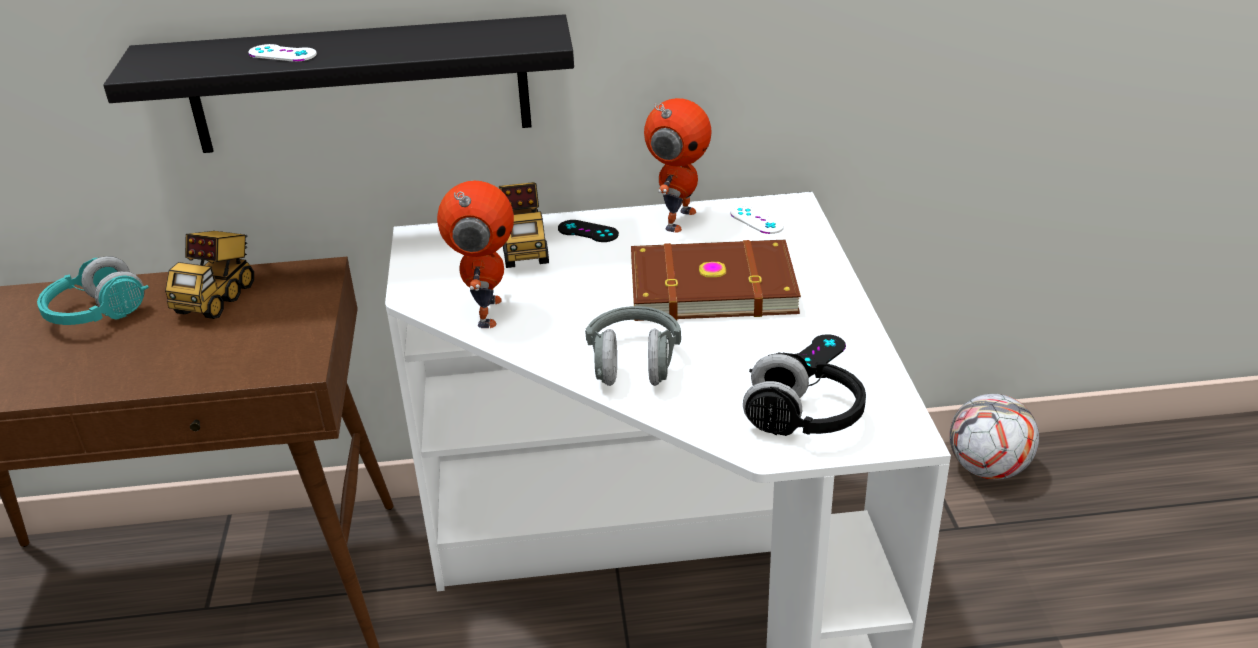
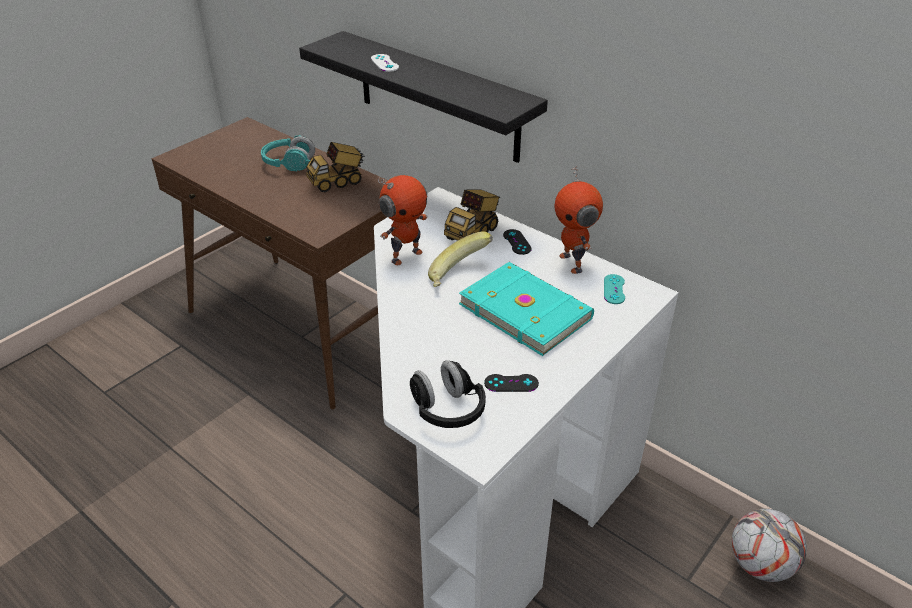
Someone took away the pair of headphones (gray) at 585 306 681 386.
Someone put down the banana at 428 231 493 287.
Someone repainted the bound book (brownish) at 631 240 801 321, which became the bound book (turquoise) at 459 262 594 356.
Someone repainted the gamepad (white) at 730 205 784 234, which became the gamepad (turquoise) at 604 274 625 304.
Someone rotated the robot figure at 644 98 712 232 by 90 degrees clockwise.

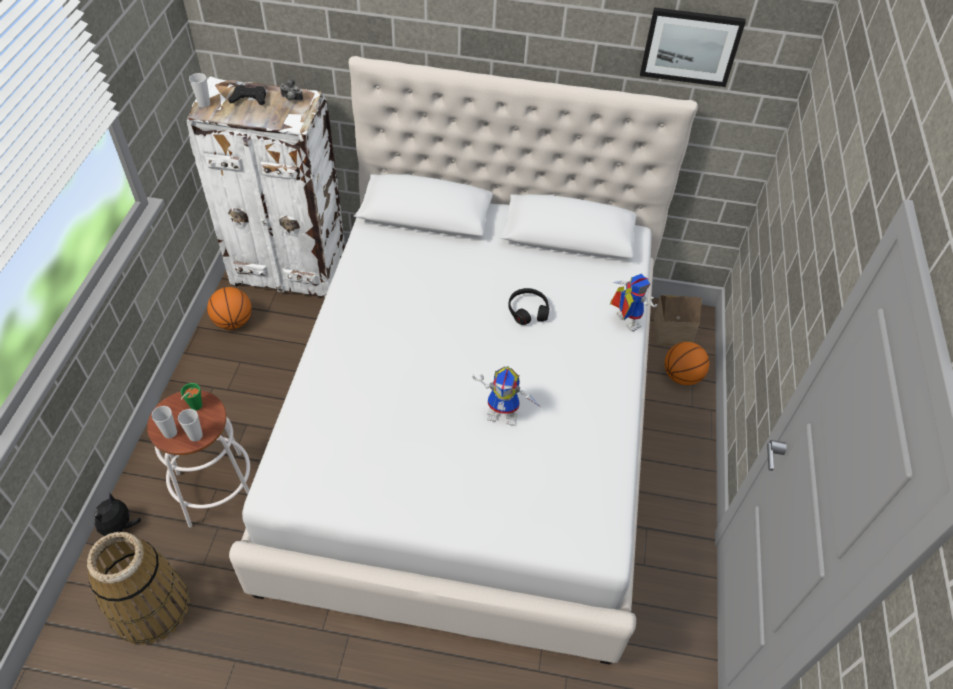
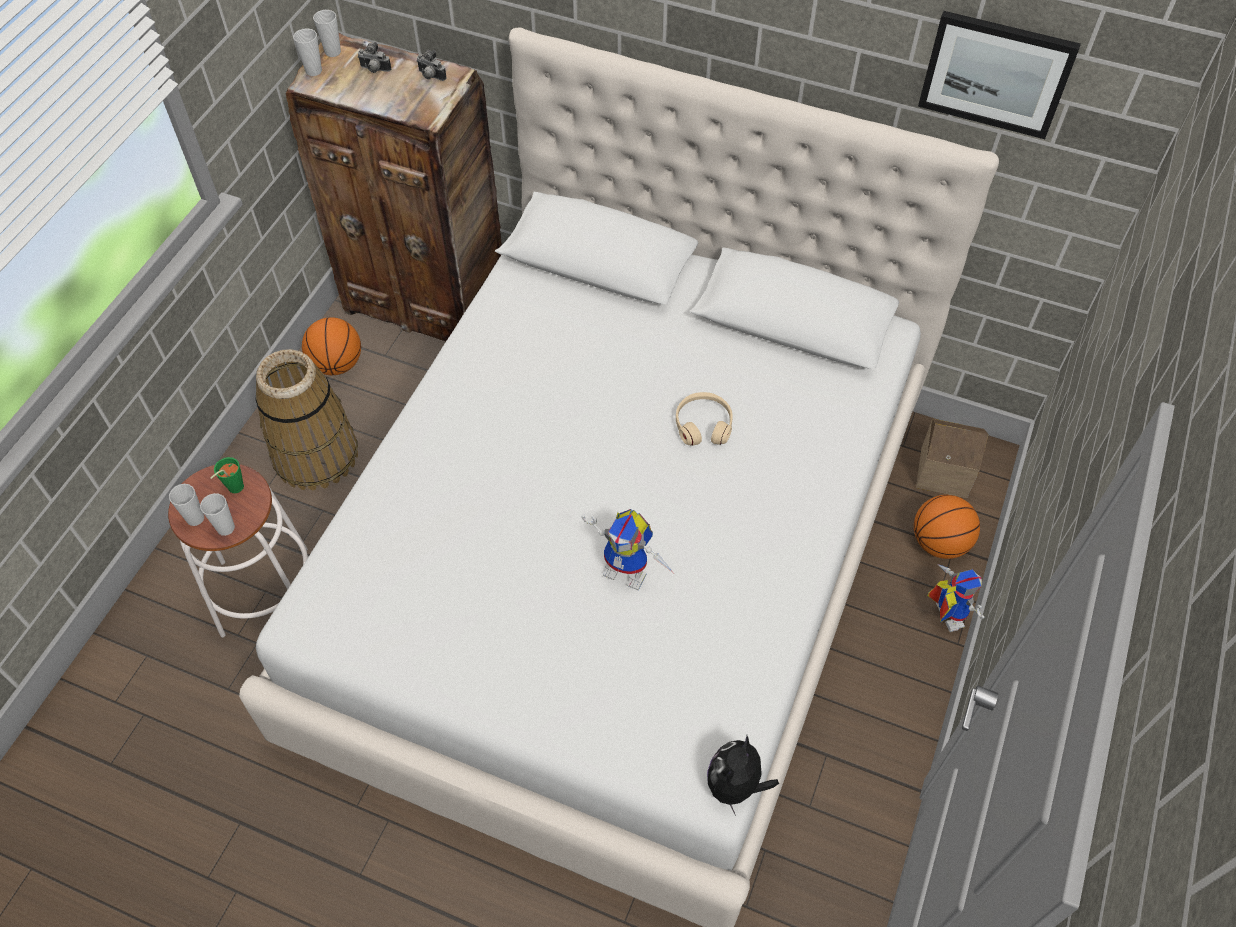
Someone put down the small cup at 313 10 341 57.
Someone carried the basket from 87 532 190 645 to 256 349 358 490.
Someone carried the cuddly toy from 94 494 141 536 to 707 736 779 816.
Someone carried the robot figure from 610 274 657 332 to 927 564 985 632.
Someone swapped the gamepad (blackish) at 228 85 266 105 for the photo camera at 358 42 391 73.
Someone repainted the storage cabinet (white) at 187 76 345 299, which became the storage cabinet (brownish) at 286 32 502 341.
Someone repainted the pair of headphones (blackish) at 508 288 550 325, which became the pair of headphones (beige-coloured) at 676 392 732 446.

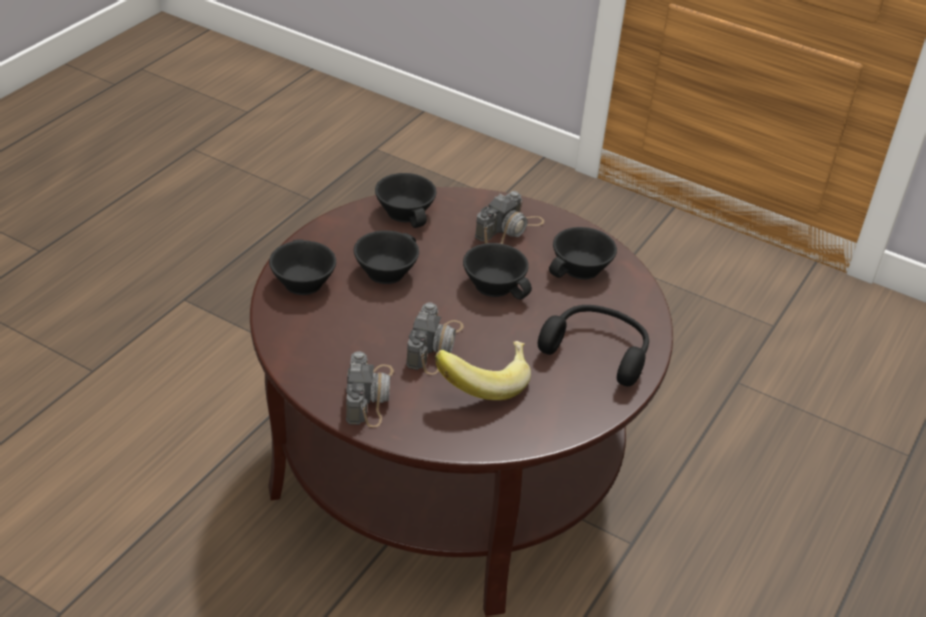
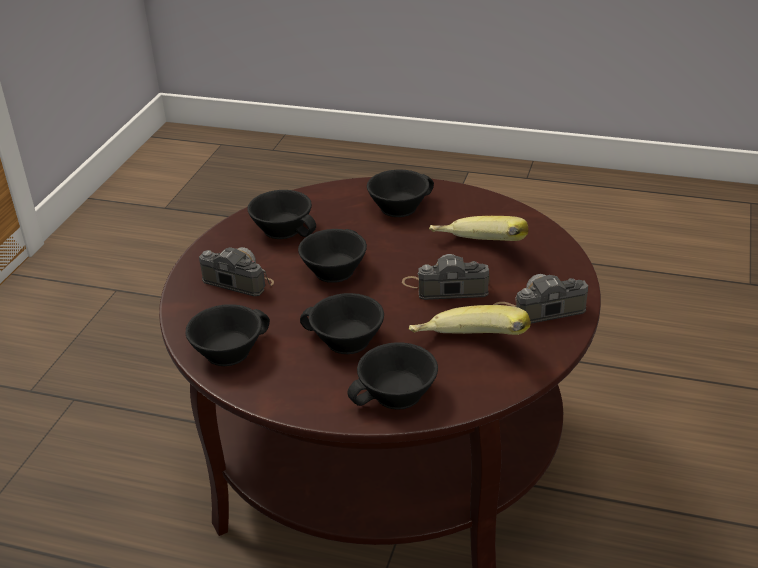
Someone put down the banana at 409 305 531 335.
Someone swapped the pair of headphones (blackish) at 538 305 649 386 for the small cup (blackish) at 367 169 434 217.

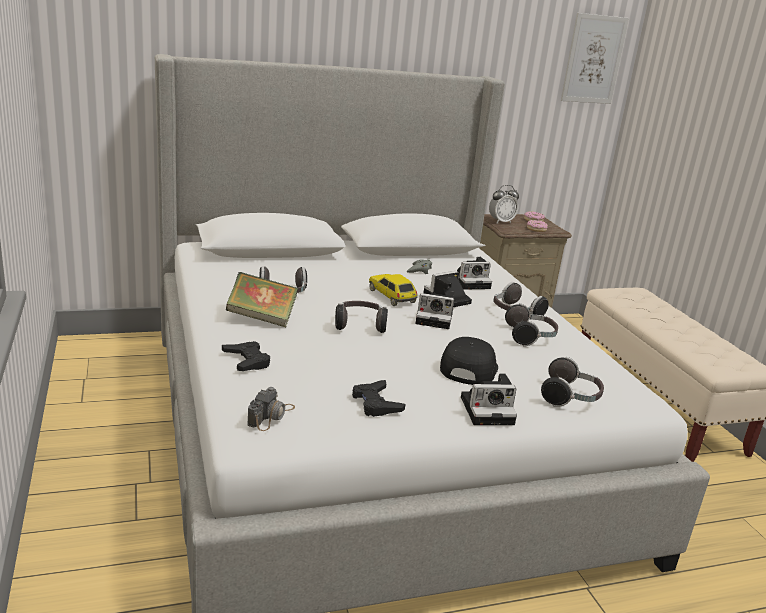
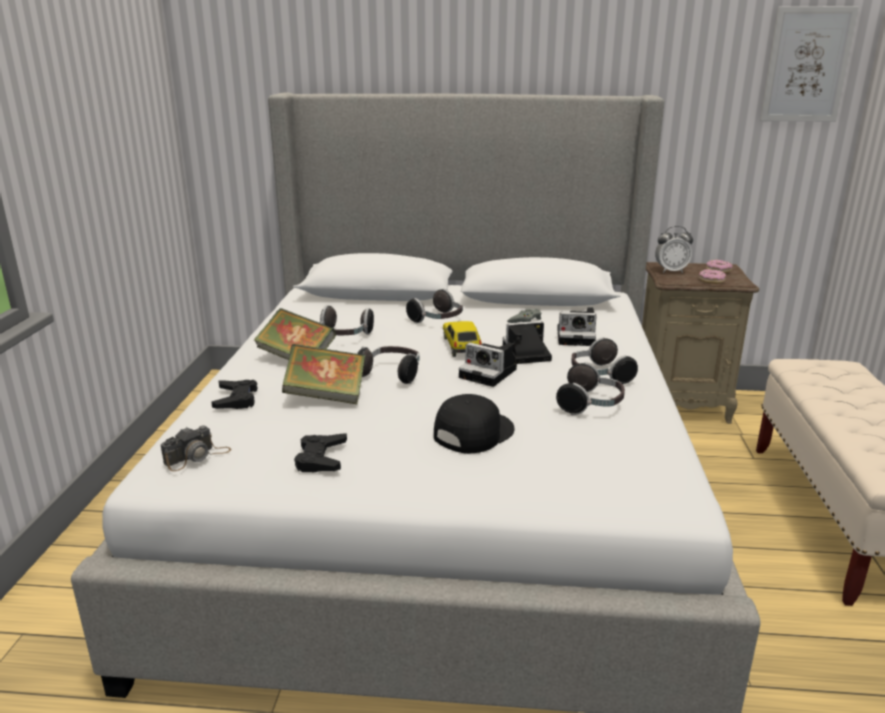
Someone took away the photo camera at 461 373 517 425.
Someone put down the bound book at 282 344 365 404.
Someone carried the pair of headphones from 541 357 604 407 to 406 289 463 323.

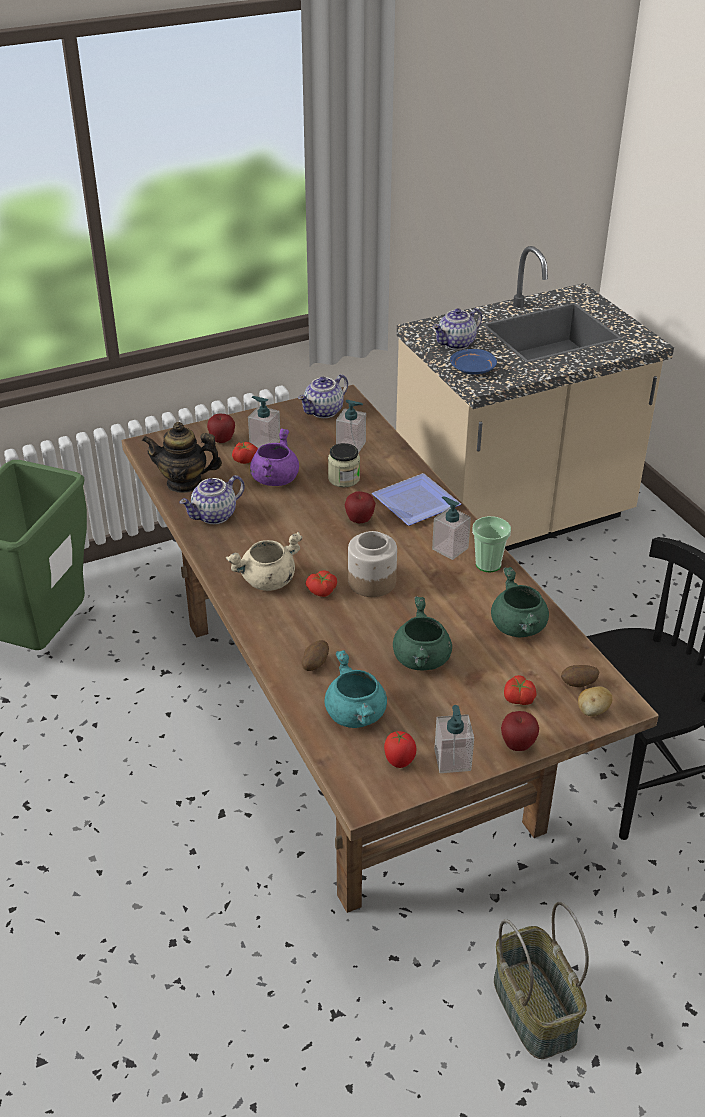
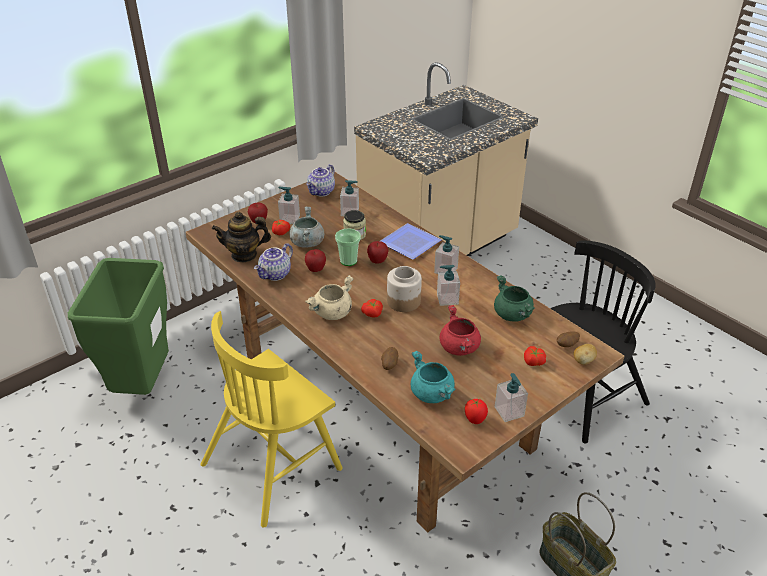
Someone took away the pot for tea at 432 308 482 350.
Someone took away the plate (bluish) at 450 349 497 374.
Someone put down the upright chair (yellowish) at 201 311 343 528.
Someone put down the soap dispenser at 437 265 460 306.
Someone carried the small cup from 472 516 511 573 to 335 229 361 266.
Someone carried the whole apple from 501 711 539 751 to 305 249 326 272.
Someone repainted the cooking pot (purple-coloured) at 250 429 299 486, which became the cooking pot (gray) at 289 207 324 248.
Someone repainted the cooking pot (green) at 393 596 452 670, which became the cooking pot (reddish) at 440 305 481 356.

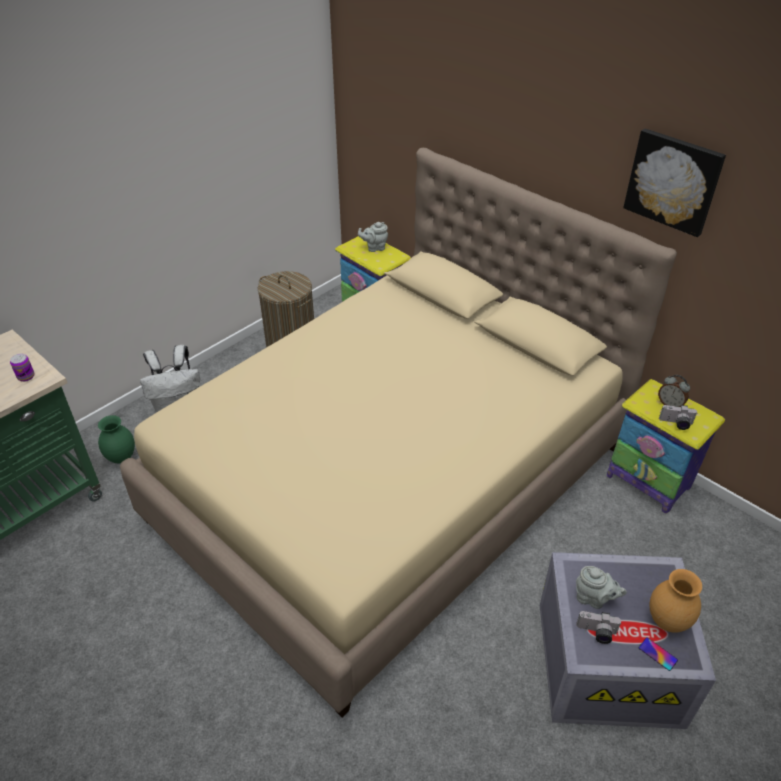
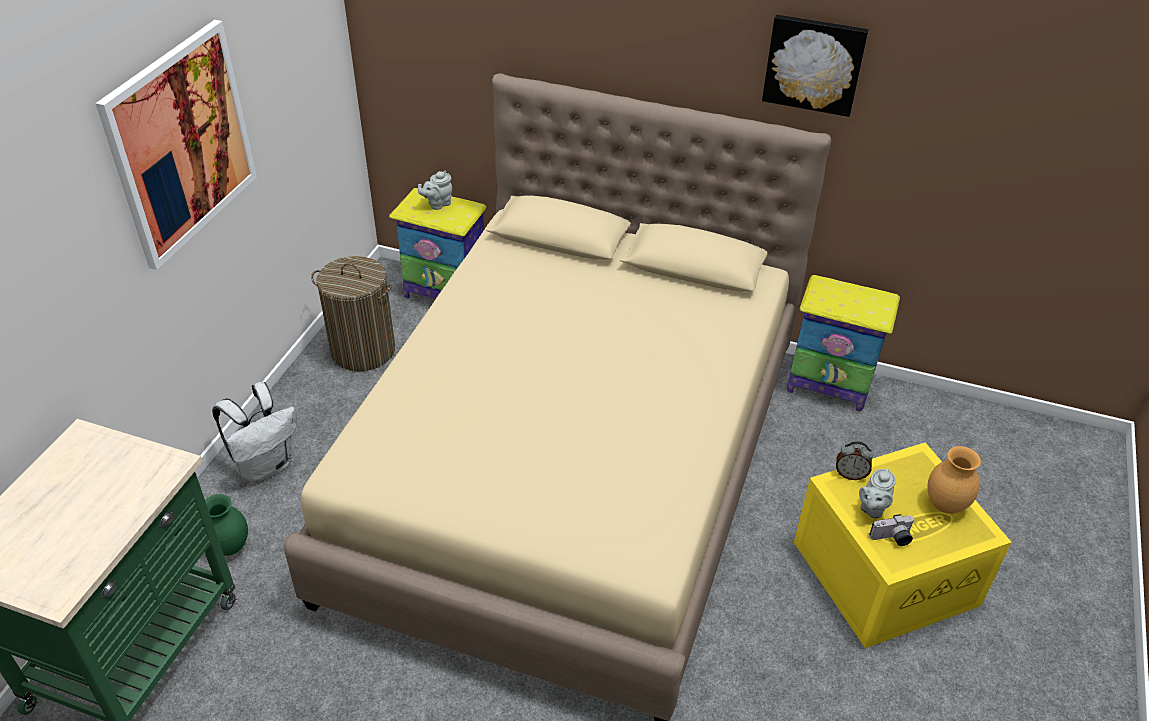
Someone took away the can at 10 354 34 382.
Someone took away the telephone at 639 637 678 671.
Someone took away the photo camera at 659 405 697 430.
Someone put up the wall art at 95 20 257 270.
Someone carried the table clock from 658 375 690 407 to 836 441 873 480.
Someone repainted the storage box (gray) at 540 552 716 729, which became the storage box (yellowish) at 794 442 1012 648.
Someone rotated the pot for tea (gray) at 576 566 627 609 by 120 degrees clockwise.

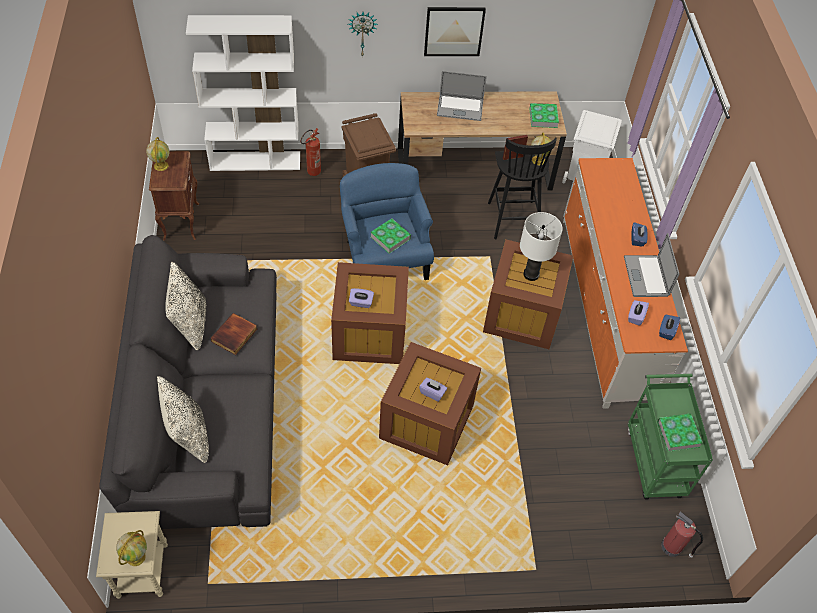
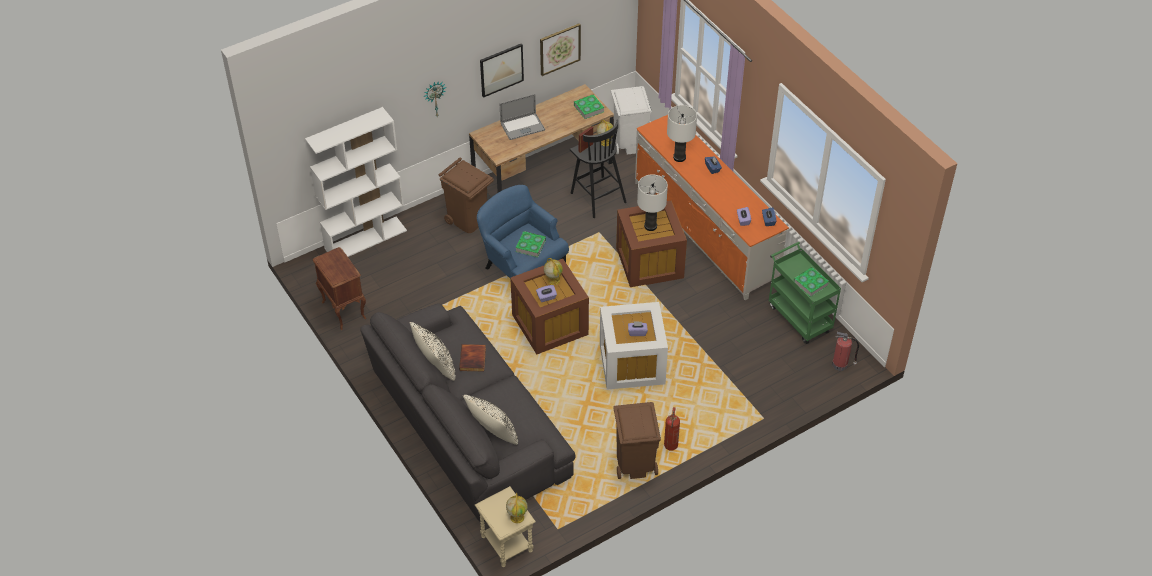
Someone took away the portable computer at 624 233 679 297.
Someone put up the wall art at 540 23 581 76.
Someone put down the rubbish bin (brownish) at 613 402 661 479.
Someone put down the table lamp (white) at 667 105 697 162.
Someone carried the desk globe from 146 137 169 171 to 544 258 563 285.
Someone carried the fire-fighting cylinder from 300 128 321 176 to 664 407 680 451.
Someone repainted the storage box (brownish) at 379 342 481 465, which became the storage box (white) at 600 302 668 390.

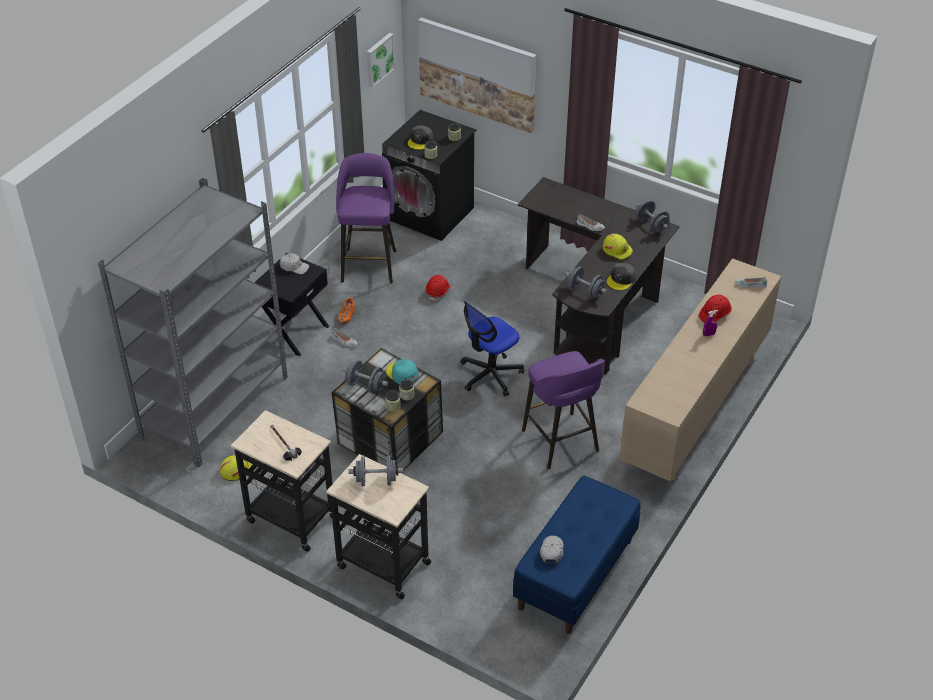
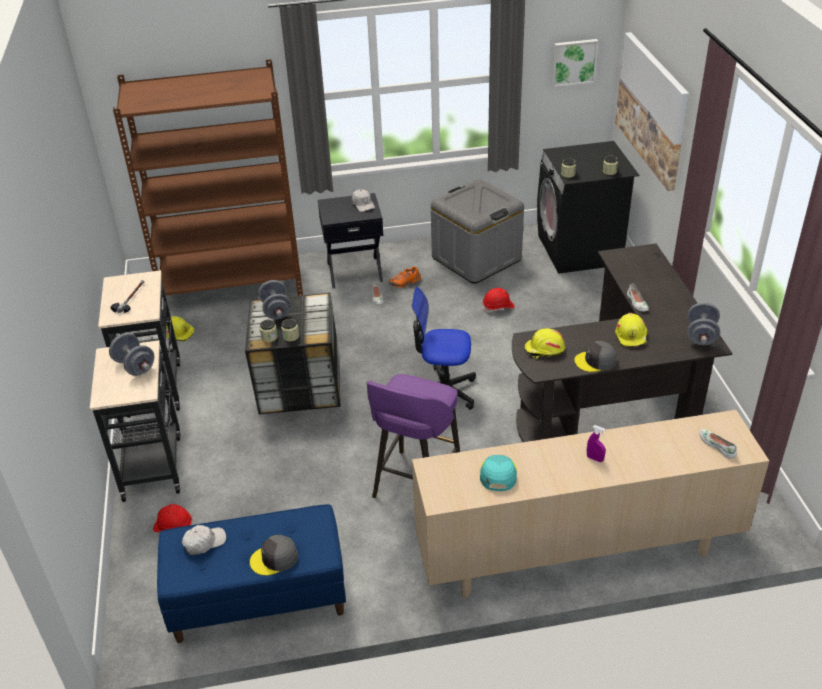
Someone carried the peaked cap (turquoise) from 386 359 418 384 to 480 455 517 491.
Someone carried the peaked cap (gray) from 408 125 433 150 to 250 535 298 576.
Someone carried the work helmet (reddish) from 699 295 732 323 to 153 504 192 532.
Someone swapped the stool (purple-coloured) at 336 153 396 284 for the storage box (gray) at 431 179 524 284.
Someone swapped the hand weight (gray) at 565 266 607 299 for the work helmet (yellowish) at 524 328 565 359.
Someone repainted the shelving unit (gray) at 98 177 288 468, which became the shelving unit (brownish) at 113 59 303 296.

